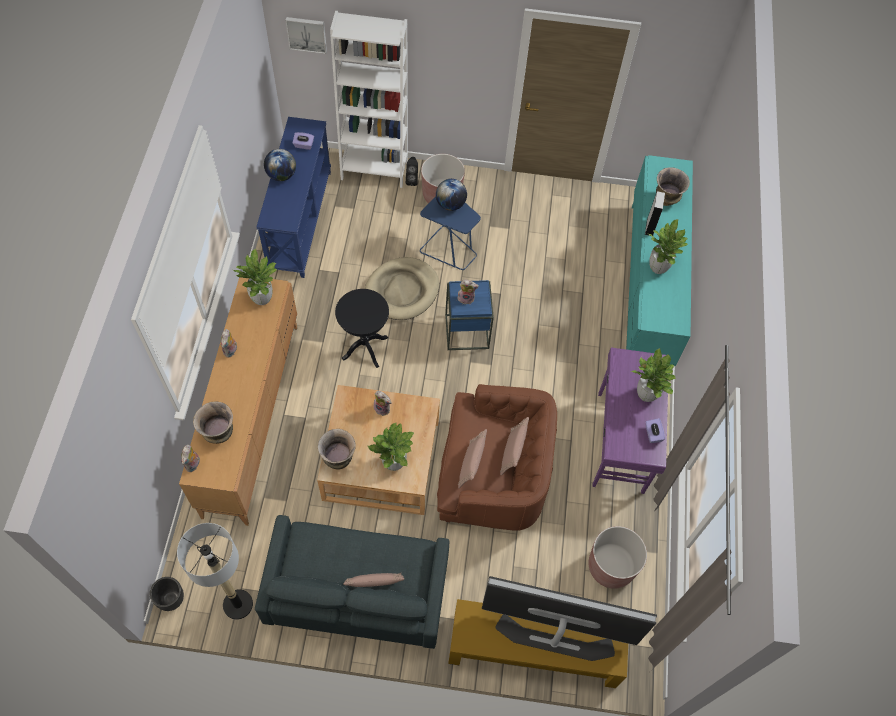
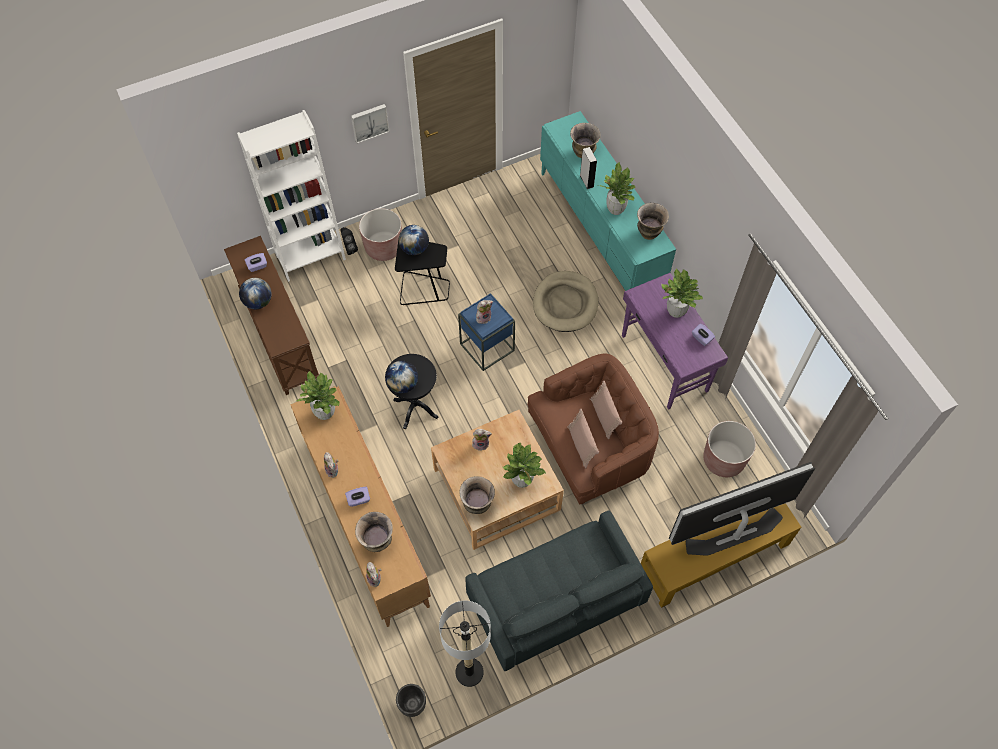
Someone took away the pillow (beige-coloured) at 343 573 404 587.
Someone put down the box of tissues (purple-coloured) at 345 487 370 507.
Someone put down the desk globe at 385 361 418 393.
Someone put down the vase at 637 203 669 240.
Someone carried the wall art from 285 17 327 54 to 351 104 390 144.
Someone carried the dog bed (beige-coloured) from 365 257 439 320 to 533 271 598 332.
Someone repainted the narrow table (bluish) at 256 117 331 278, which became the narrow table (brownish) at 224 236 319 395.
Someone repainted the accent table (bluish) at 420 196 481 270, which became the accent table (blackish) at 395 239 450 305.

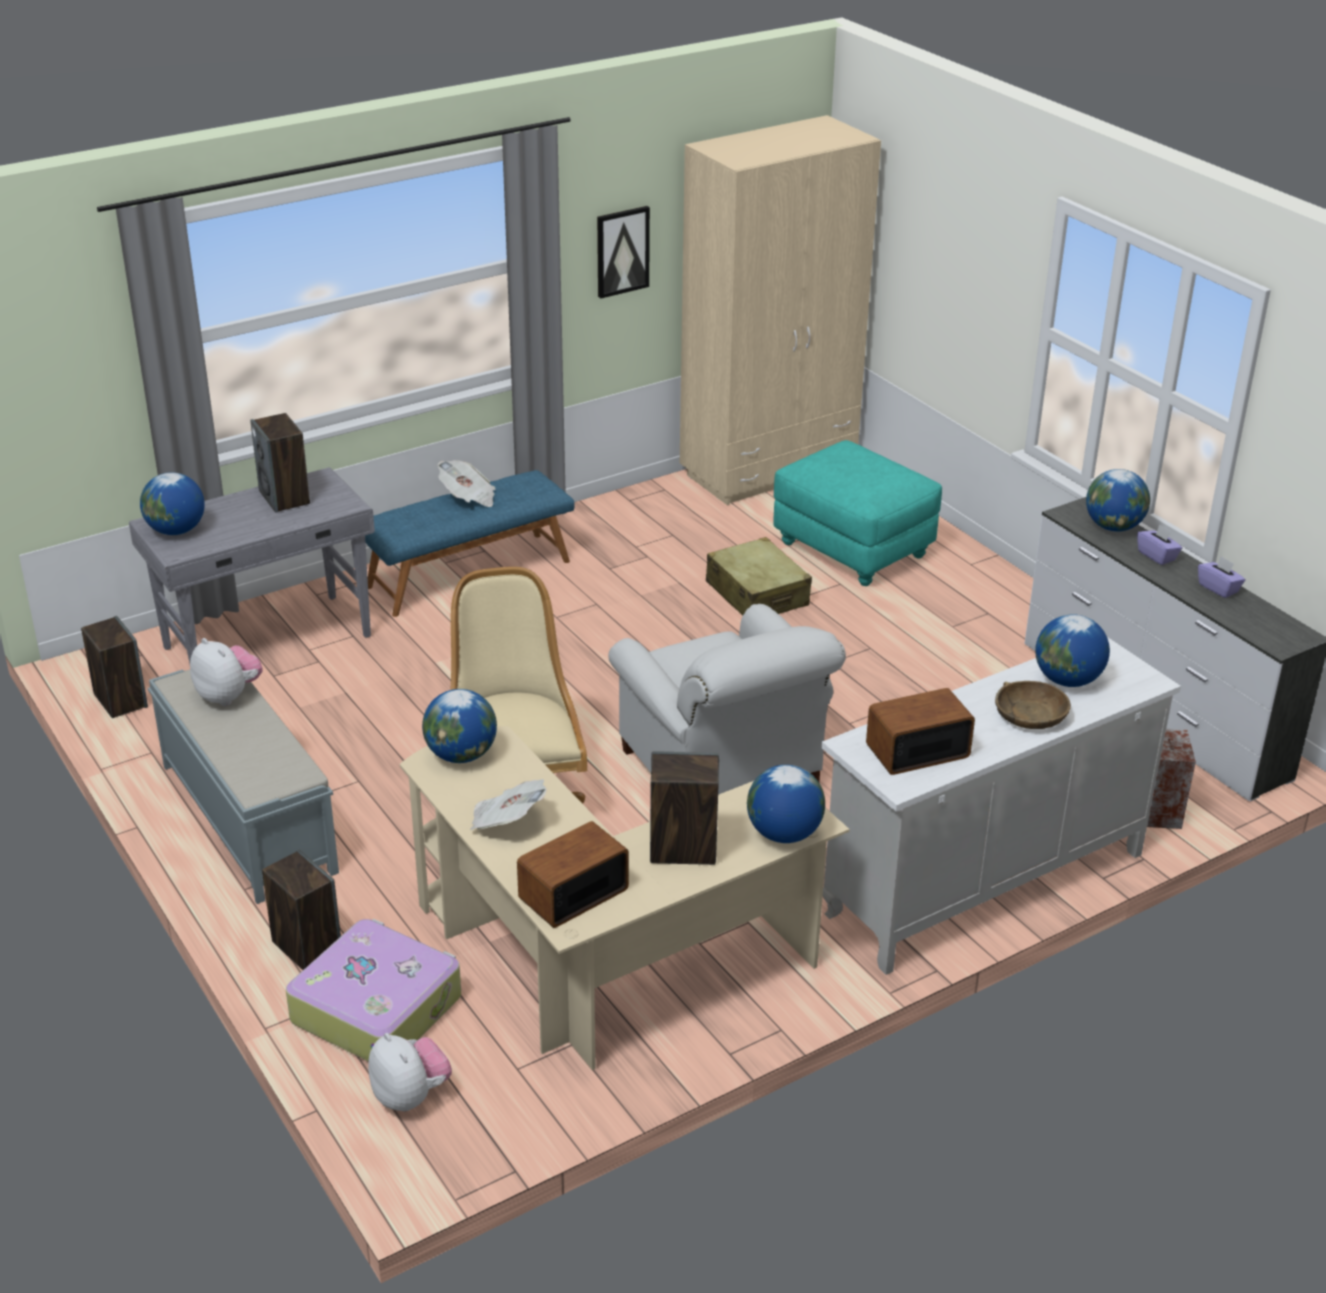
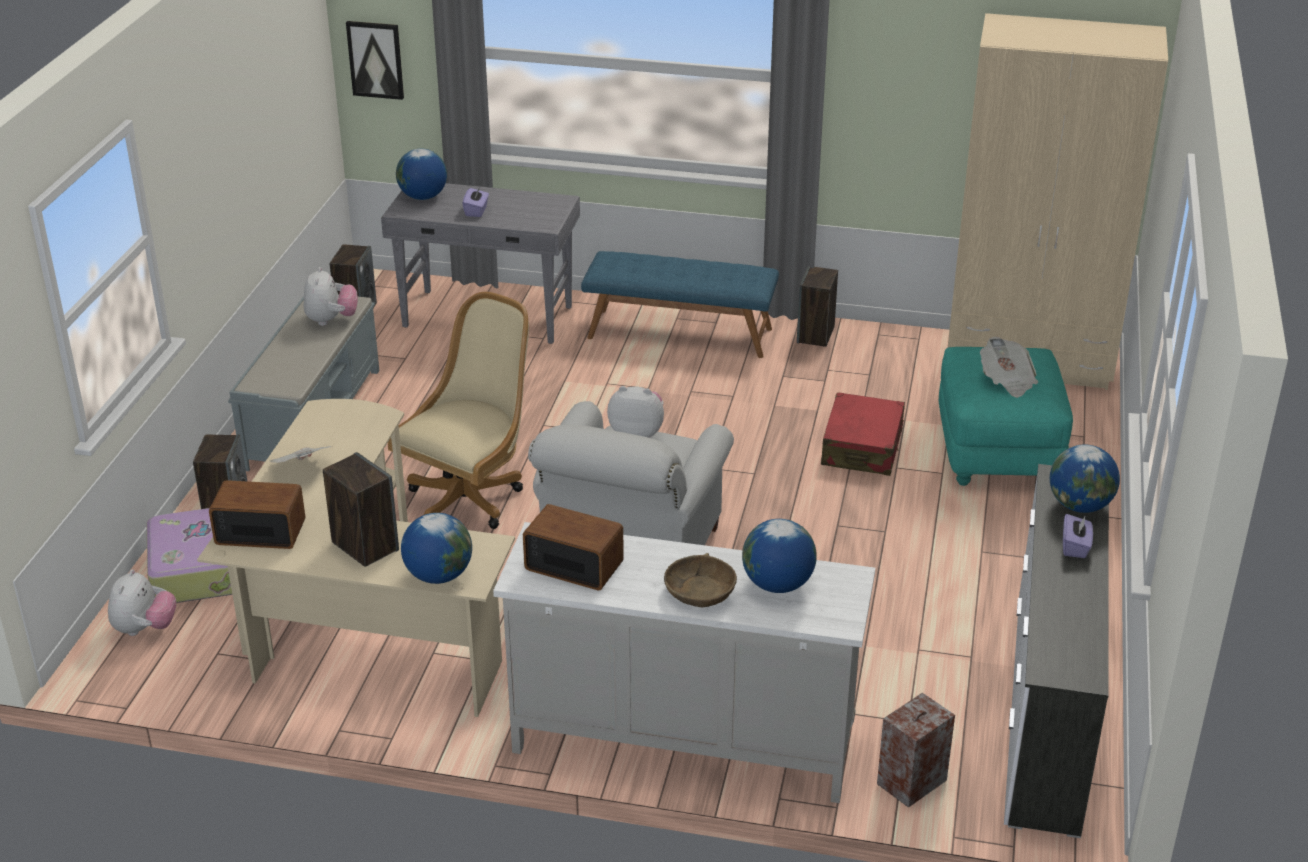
Someone took away the desk globe at 422 689 497 763.
Someone put down the cuddly toy at 607 386 664 438.
Someone carried the audio speaker from 250 413 310 513 to 797 266 838 347.
Someone carried the newspaper from 438 460 496 507 to 980 337 1038 398.
Someone carried the wall art from 597 206 650 298 to 346 21 404 100.
Someone carried the box of tissues (purple-coloured) from 1198 556 1245 598 to 462 187 489 217.
Someone repainted the travel case (beige-coloured) at 706 537 812 615, which became the travel case (reddish) at 821 392 905 476.

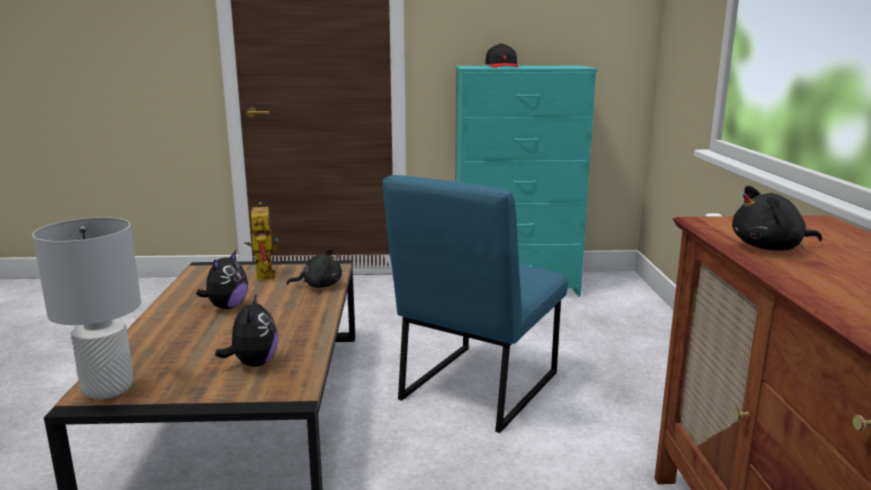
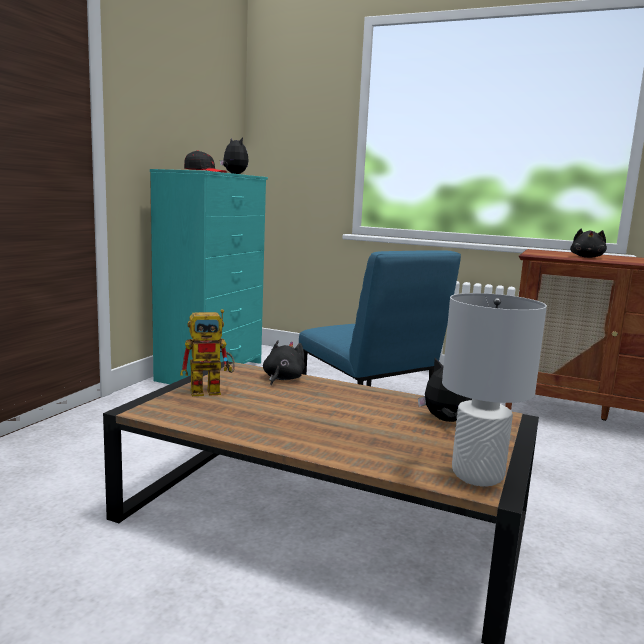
Someone carried the cuddly toy from 196 250 248 309 to 220 138 249 174.
Someone rotated the robot figure at 244 202 278 281 by 150 degrees clockwise.

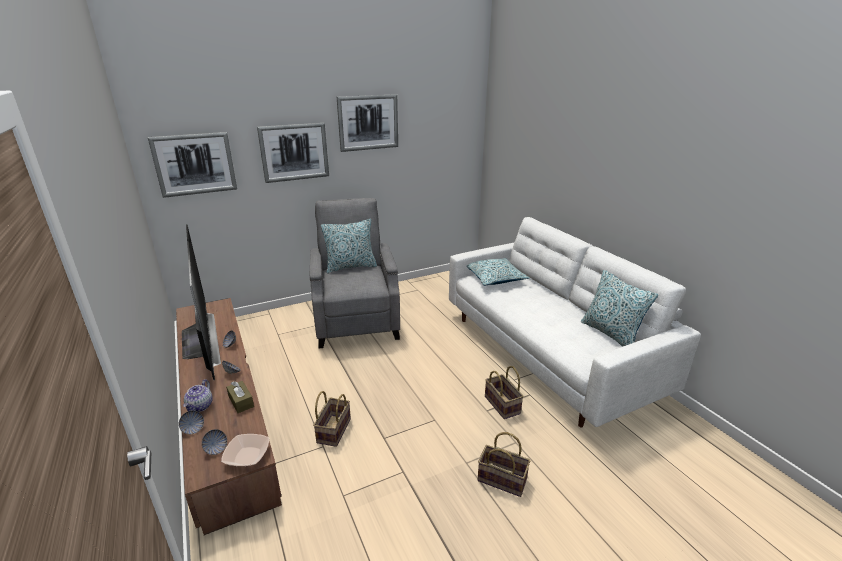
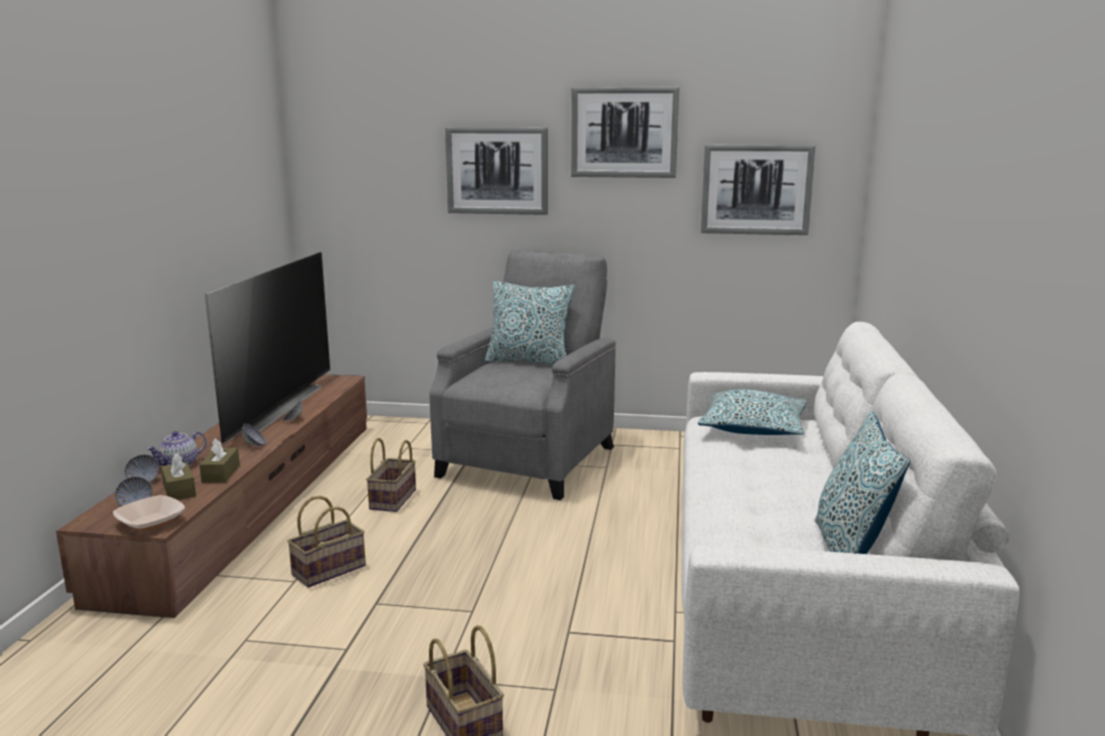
Someone put down the box of tissues (brownish) at 161 453 196 500.
Someone carried the wall art from 148 132 237 198 to 701 145 815 235.
Someone carried the basket from 485 366 524 419 to 366 438 416 512.

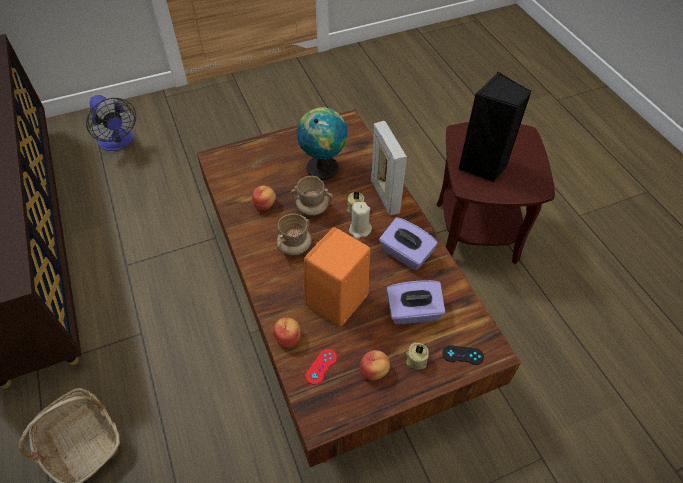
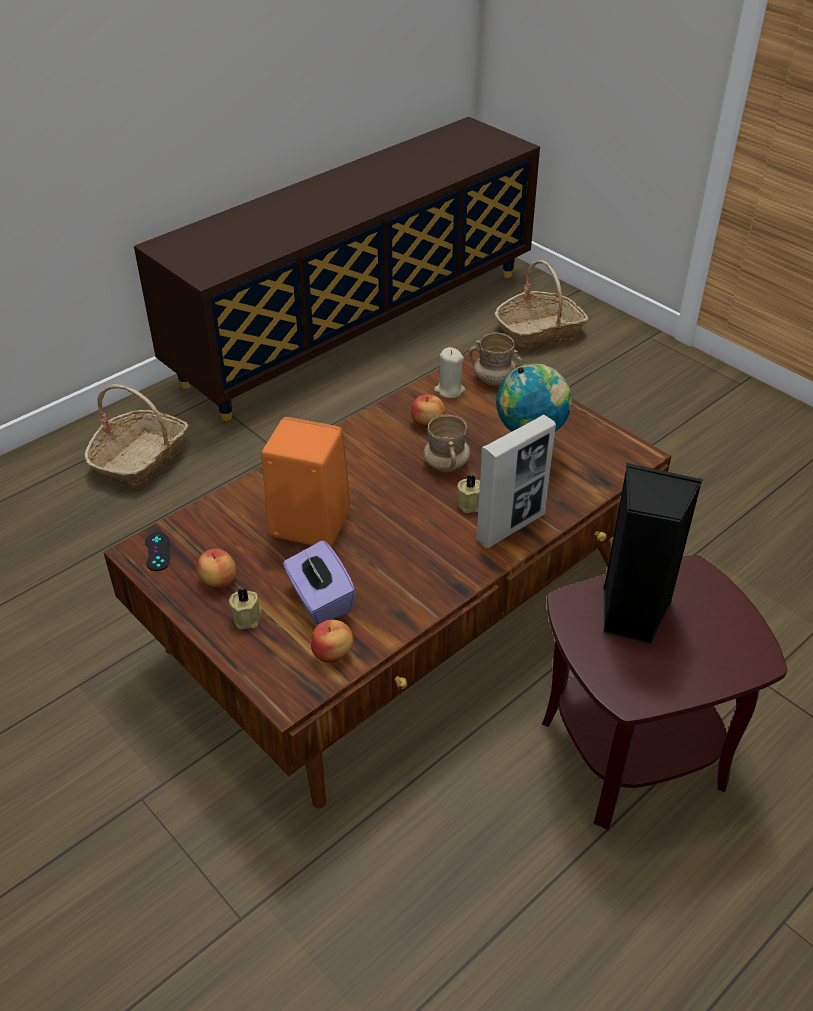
Someone took away the gamepad (reddish) at 305 349 337 385.
Someone took away the box of tissues (purple-coloured) at 379 217 438 271.
Someone carried the whole apple from 272 317 300 348 to 311 620 353 663.
Someone carried the coffee mug (beige-coloured) from 277 214 312 255 to 469 333 522 385.
Someone carried the wax candle (beige-coloured) from 349 202 372 239 to 434 347 465 398.
Someone carried the gamepad (blackish) from 442 345 484 365 to 145 533 170 571.
Someone swapped the cooling fan at 86 95 136 151 for the basket at 495 260 589 349.

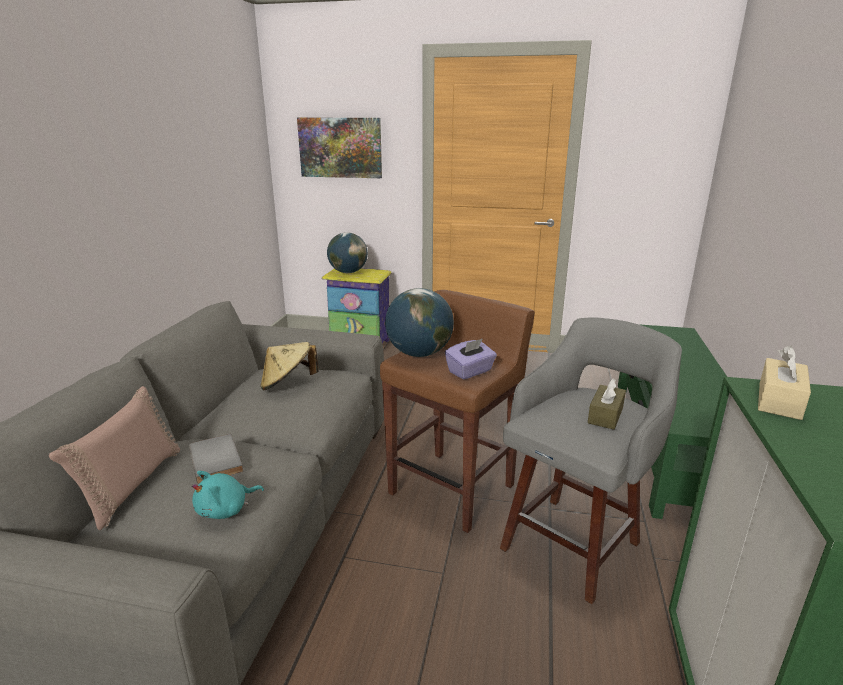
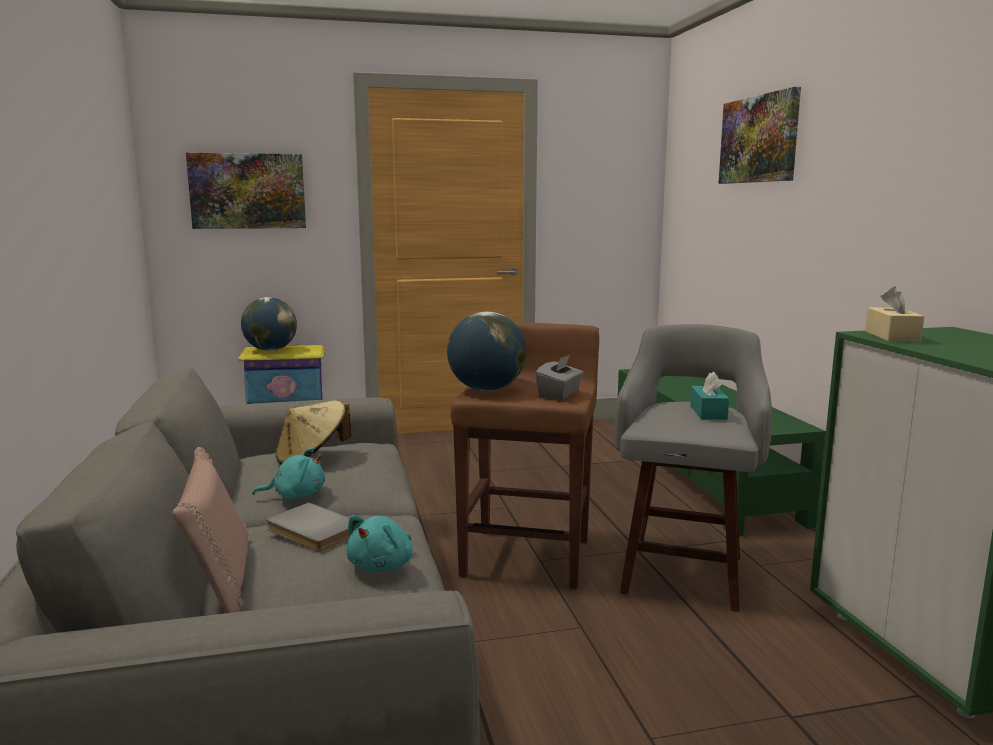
Someone put down the cuddly toy (turquoise) at 252 448 325 499.
Someone put up the wall art at 719 87 801 184.
Someone repainted the box of tissues (purple-coloured) at 445 339 497 380, which became the box of tissues (gray) at 535 355 583 400.
Someone repainted the box of tissues (brownish) at 588 378 626 430, which became the box of tissues (turquoise) at 690 372 729 420.

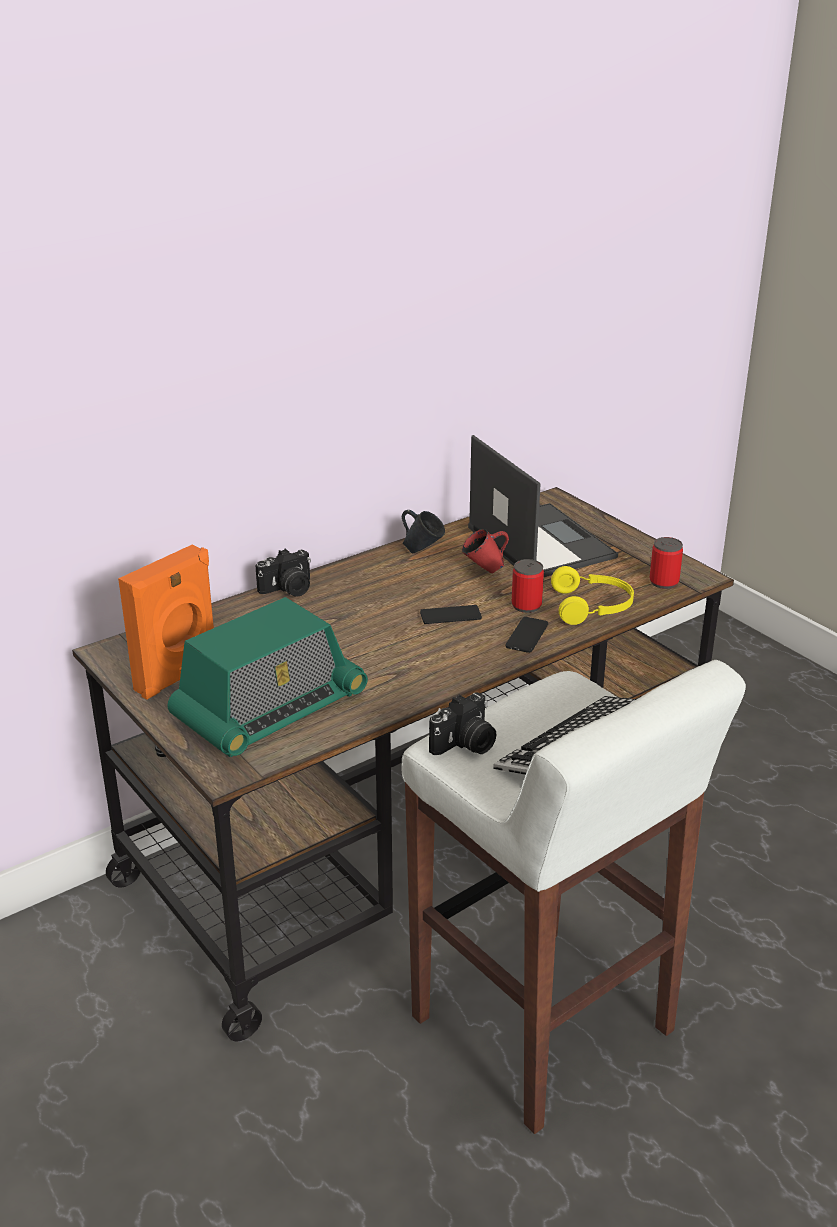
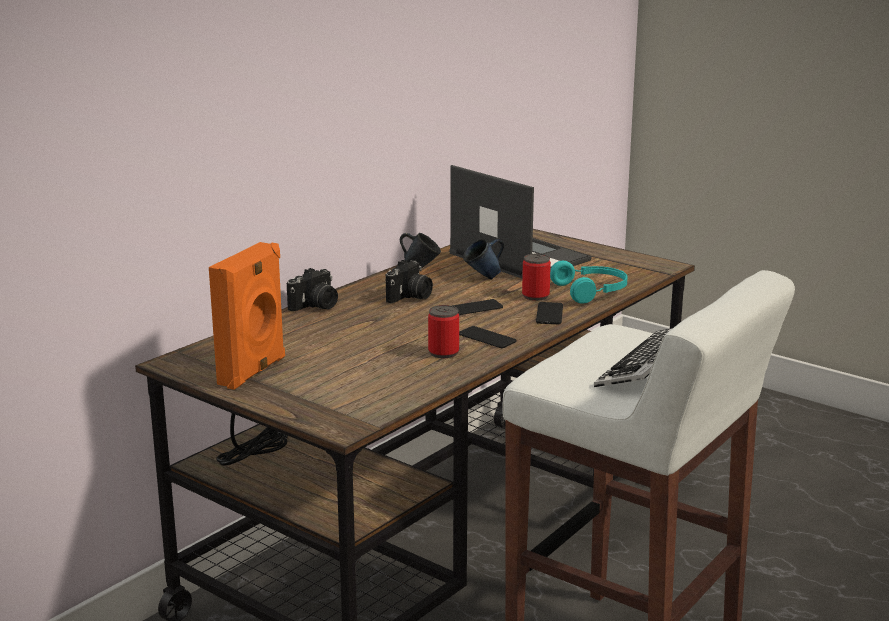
Someone took away the radio set at 167 597 368 757.
Someone put down the telephone at 459 326 517 348.
Someone carried the photo camera from 429 693 496 755 to 386 260 433 303.
Someone carried the can from 649 537 683 589 to 428 305 459 358.
Someone repainted the coffee mug (reddish) at 462 529 509 573, which became the coffee mug (bluish) at 463 239 504 279.
Someone repainted the pair of headphones (yellowish) at 551 566 634 625, which became the pair of headphones (turquoise) at 550 261 628 304.

